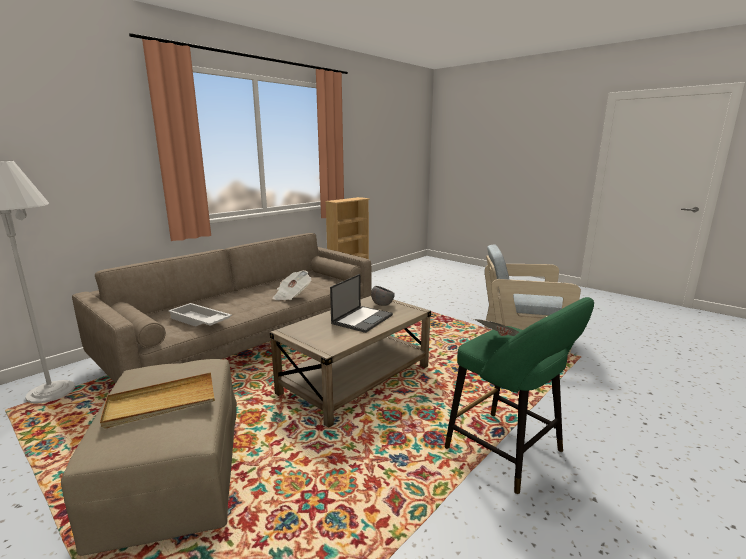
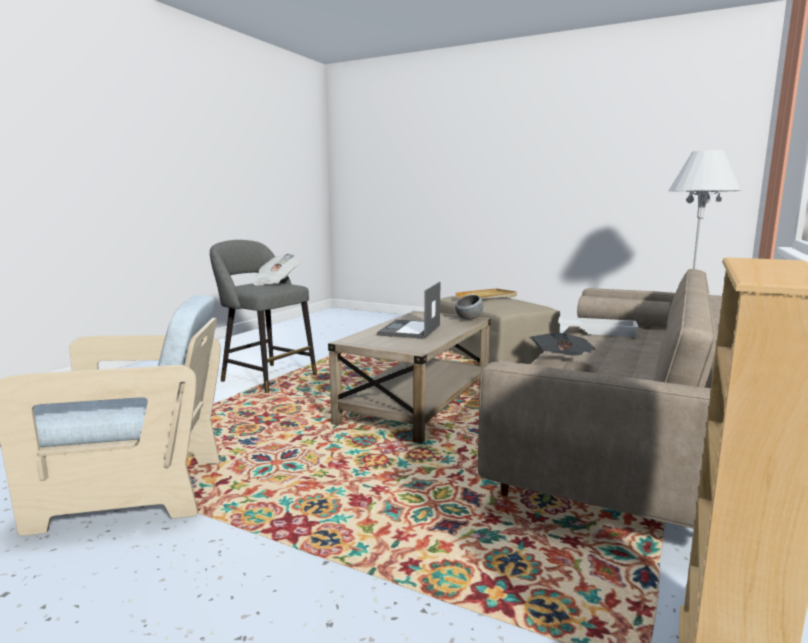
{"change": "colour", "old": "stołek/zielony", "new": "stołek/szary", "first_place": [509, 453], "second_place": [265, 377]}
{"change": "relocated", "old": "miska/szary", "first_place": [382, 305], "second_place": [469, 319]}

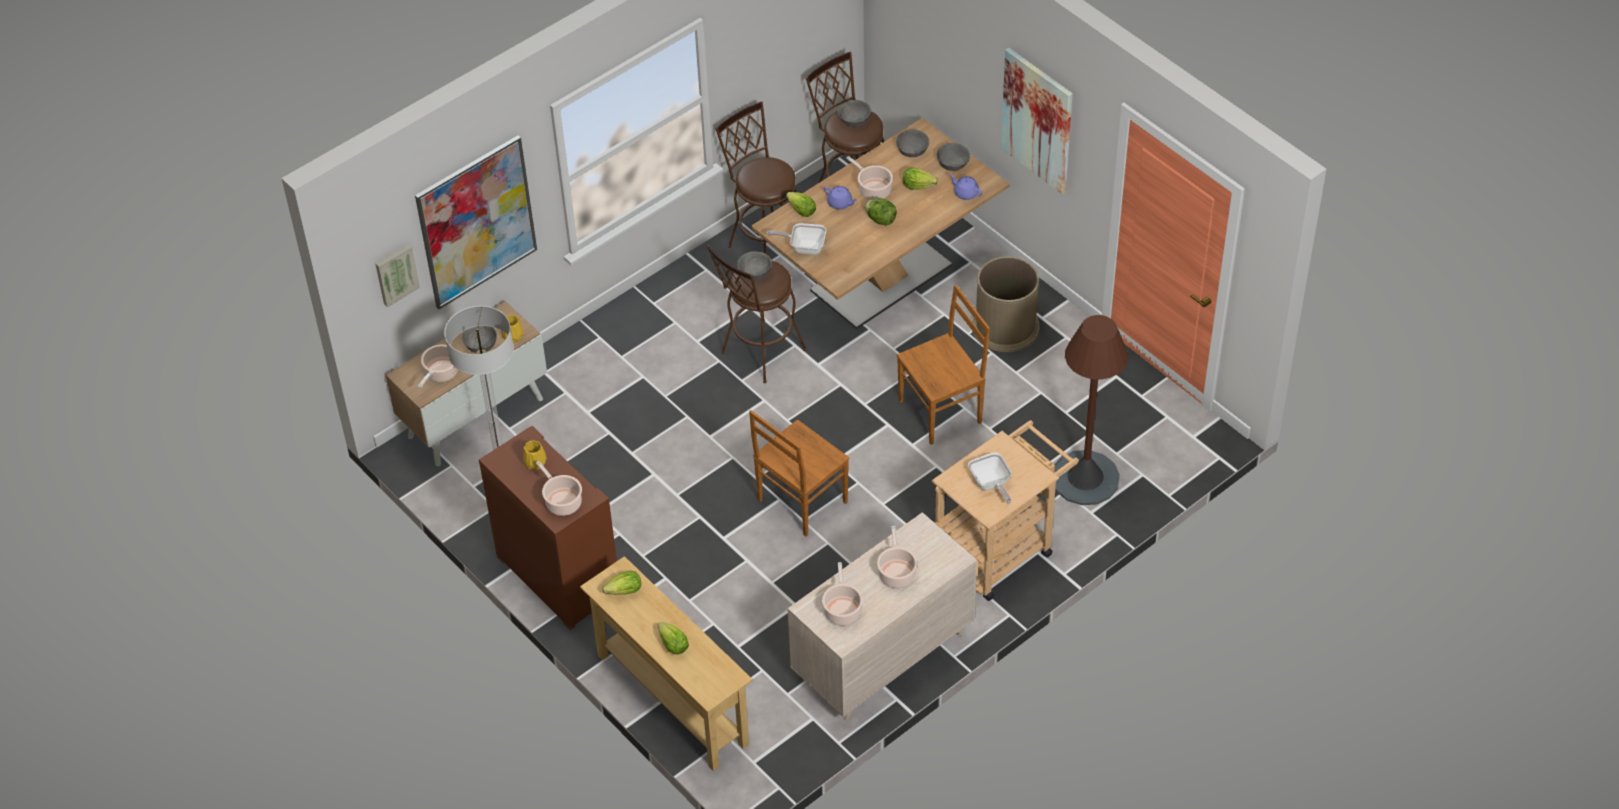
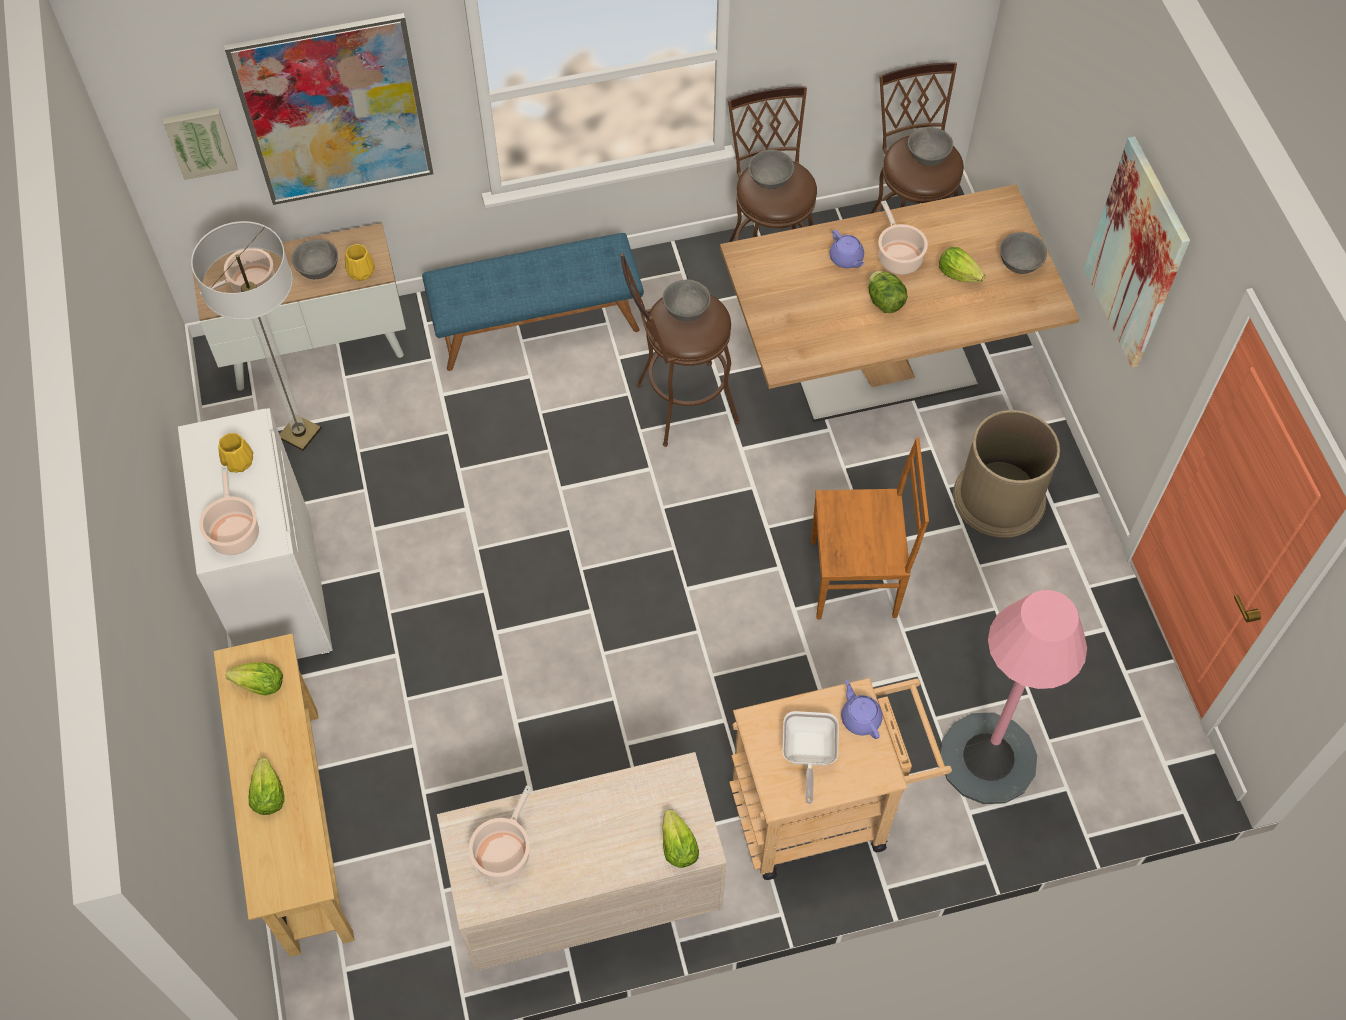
{"change": "colour", "old": "szafka/brązowy", "new": "szafka/biały", "first_place": [557, 576], "second_place": [277, 592]}
{"change": "appeared", "new": "ławka/niebieski", "second_place": [537, 324]}
{"change": "relocated", "old": "sałata", "first_place": [801, 211], "second_place": [678, 847]}
{"change": "relocated", "old": "miska/szary", "first_place": [912, 151], "second_place": [770, 179]}
{"change": "relocated", "old": "imbryk/fioletowy", "first_place": [965, 193], "second_place": [860, 718]}
{"change": "colour", "old": "lampa stojąca/brązowy", "new": "lampa stojąca/różowy", "first_place": [1085, 478], "second_place": [987, 759]}
{"change": "missing", "old": "krzesło/brązowy", "first_place": [800, 502]}
{"change": "missing", "old": "patelnia", "first_place": [804, 247]}
{"change": "missing", "old": "garnek", "first_place": [896, 573]}

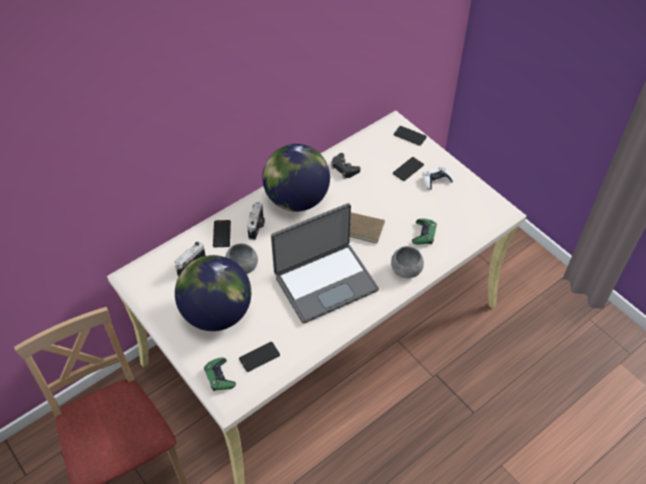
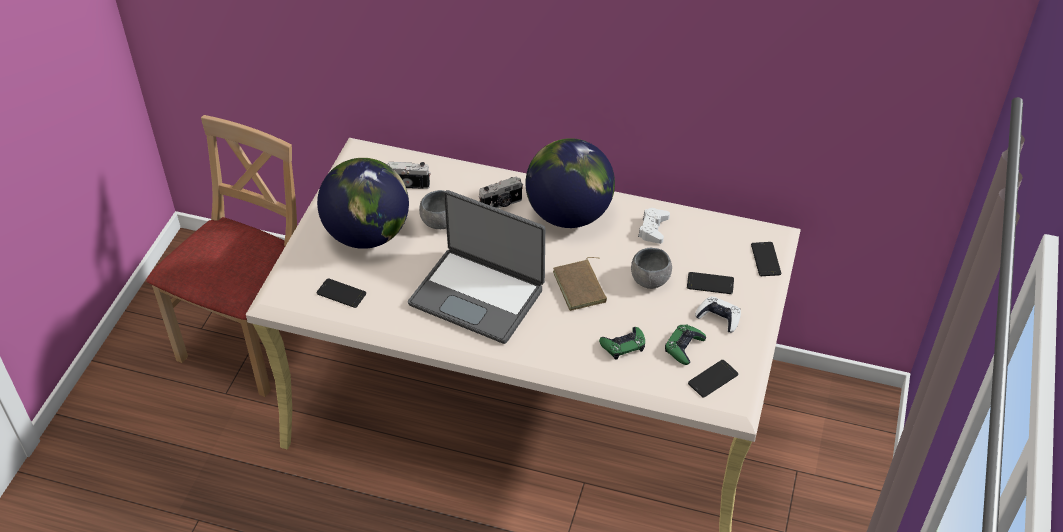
{"change": "relocated", "old": "miska/szary", "first_place": [406, 270], "second_place": [650, 279]}
{"change": "colour", "old": "pad do gier/czarny", "new": "pad do gier/biały", "first_place": [344, 168], "second_place": [653, 229]}
{"change": "relocated", "old": "pad do gier/zielony", "first_place": [219, 377], "second_place": [684, 347]}
{"change": "relocated", "old": "telefon", "first_place": [222, 234], "second_place": [713, 379]}

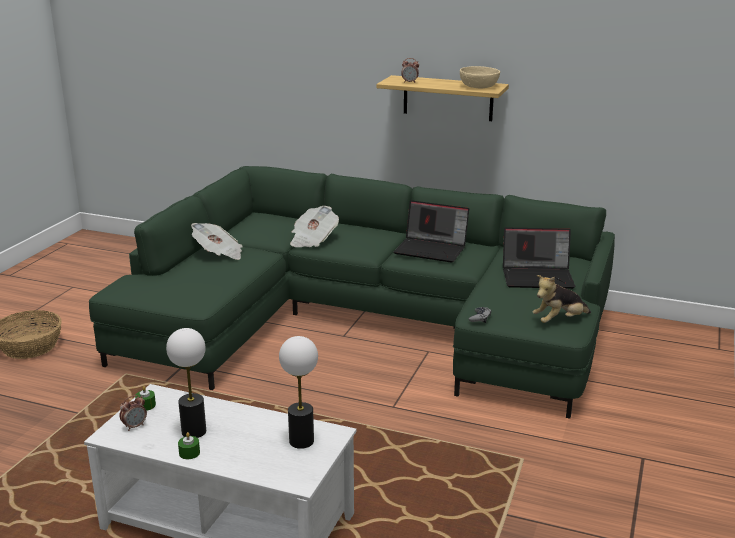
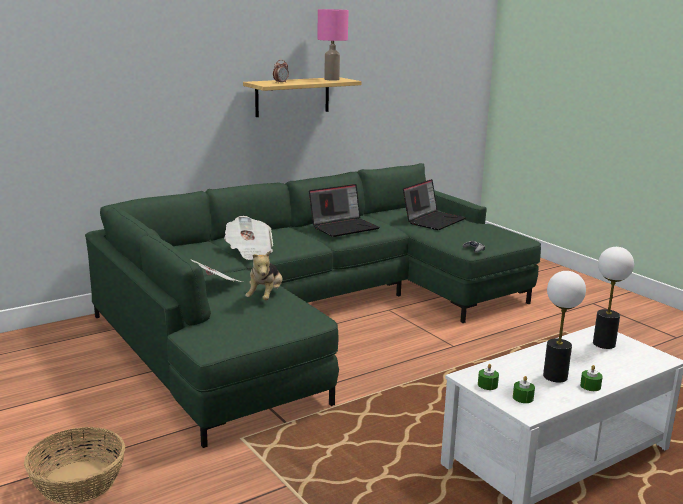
{"change": "relocated", "old": "pluszak", "first_place": [559, 321], "second_place": [265, 297]}
{"change": "exchanged", "old": "miska/beżowy", "new": "lampa stołowa/różowy", "first_place": [479, 86], "second_place": [331, 79]}
{"change": "exchanged", "old": "budzik", "new": "świeca/zielony", "first_place": [134, 426], "second_place": [523, 398]}

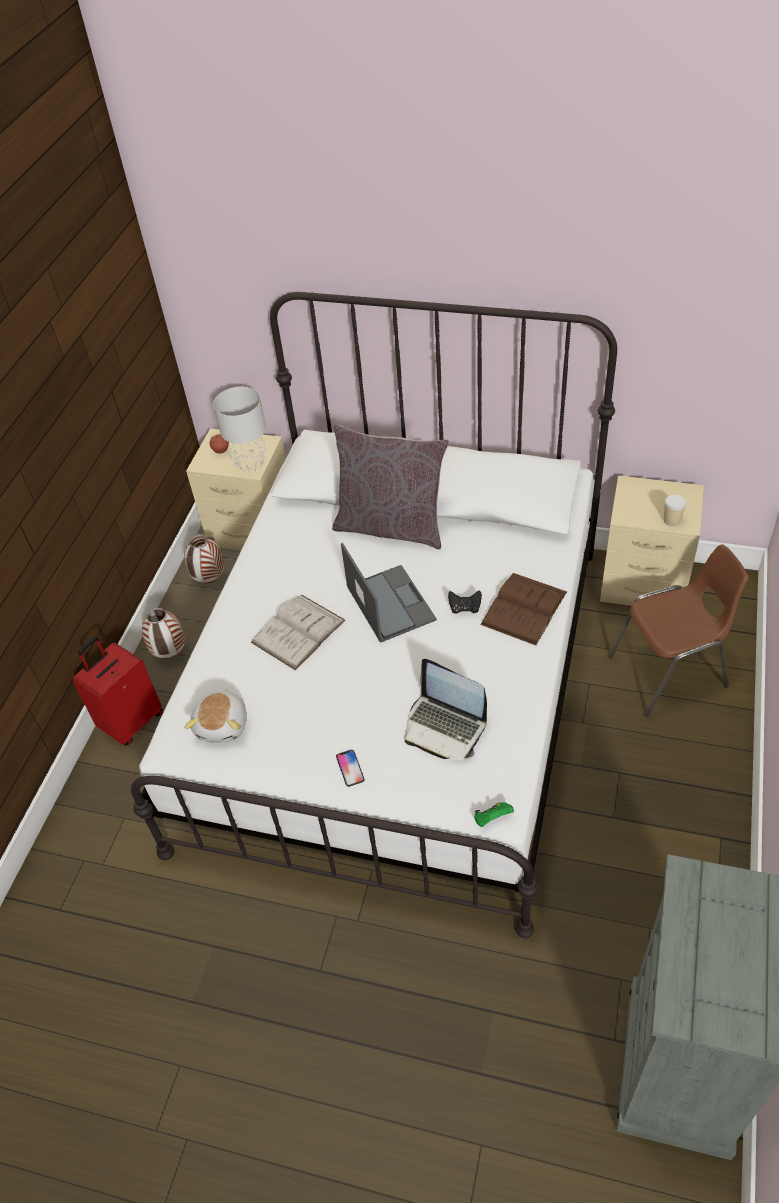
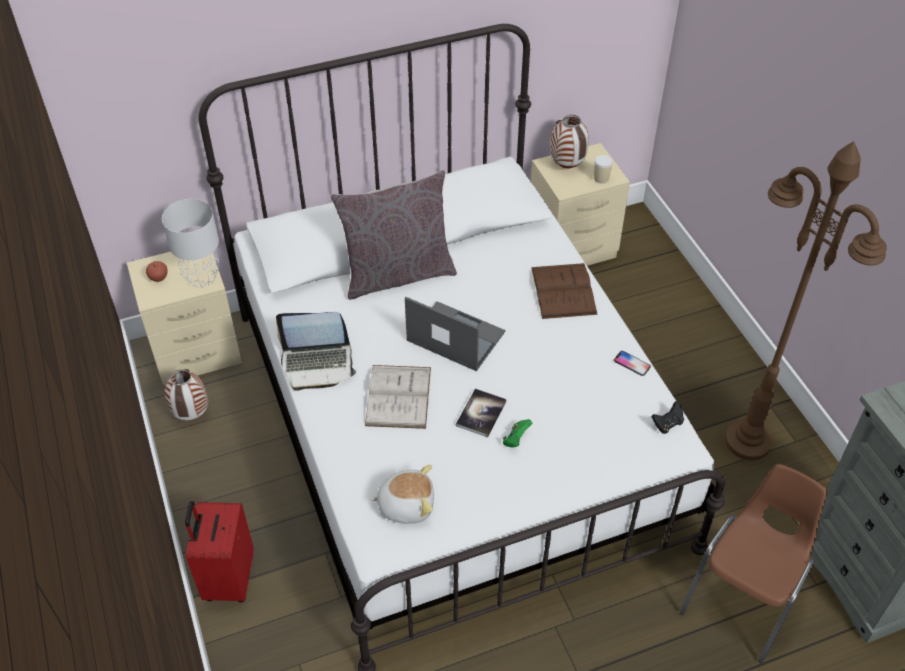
{"change": "relocated", "old": "laptop", "first_place": [444, 726], "second_place": [317, 364]}
{"change": "spun", "old": "pluszak", "first_place": [223, 724], "second_place": [406, 504], "degrees": -60}
{"change": "appeared", "new": "książka", "second_place": [481, 413]}
{"change": "relocated", "old": "pad do gier/zielony", "first_place": [492, 819], "second_place": [516, 439]}
{"change": "relocated", "old": "wazon", "first_place": [171, 654], "second_place": [567, 166]}
{"change": "relocated", "old": "telefon", "first_place": [350, 768], "second_place": [632, 364]}
{"change": "relocated", "old": "pad do gier/czarny", "first_place": [465, 608], "second_place": [667, 424]}
{"change": "relocated", "old": "krzesło/brązowy", "first_place": [669, 672], "second_place": [743, 599]}
{"change": "appeared", "new": "lampa stojąca/brązowy", "second_place": [748, 442]}

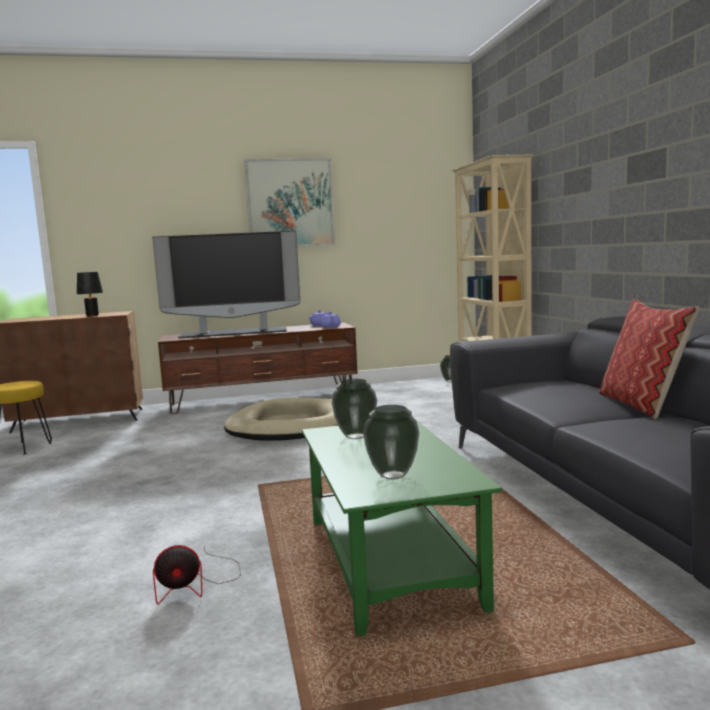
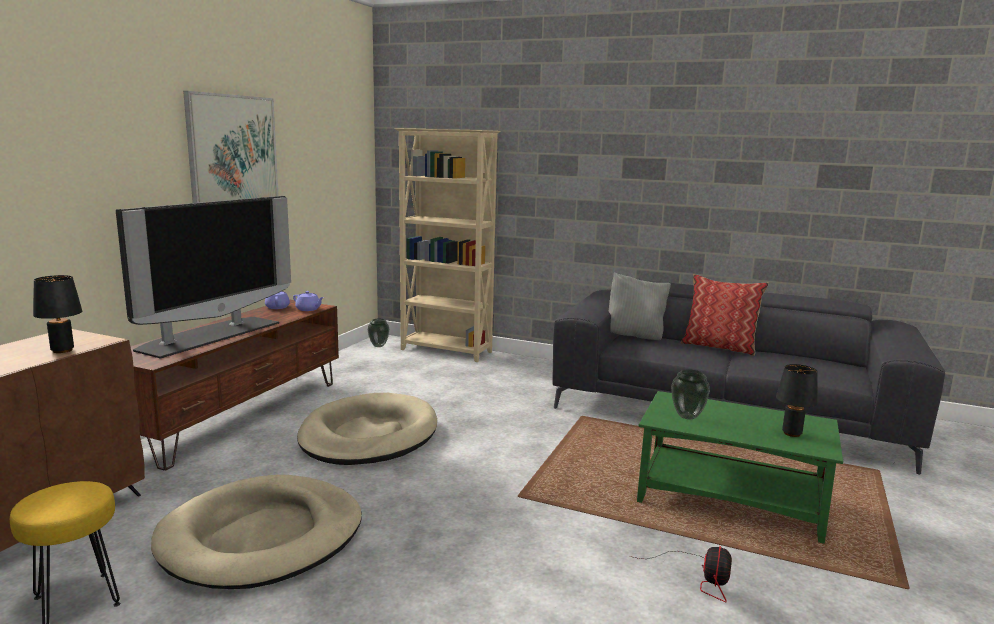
{"change": "appeared", "new": "legowisko/beżowy", "second_place": [262, 537]}
{"change": "appeared", "new": "poduszka/szary", "second_place": [635, 337]}
{"change": "exchanged", "old": "wazon", "new": "lampa stołowa/czarny", "first_place": [391, 475], "second_place": [791, 433]}

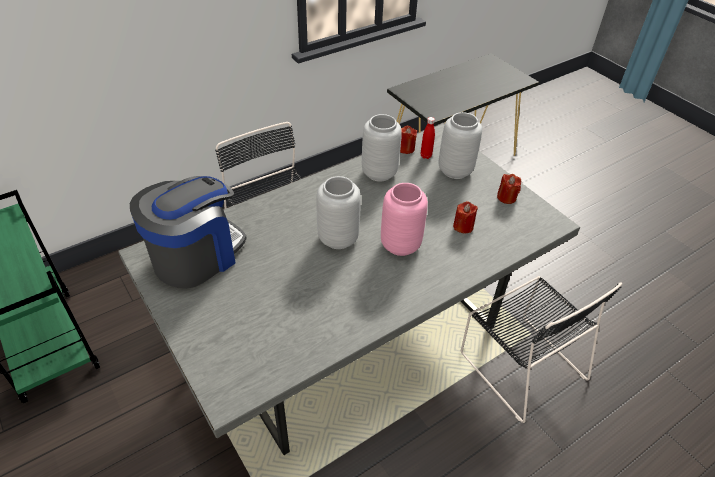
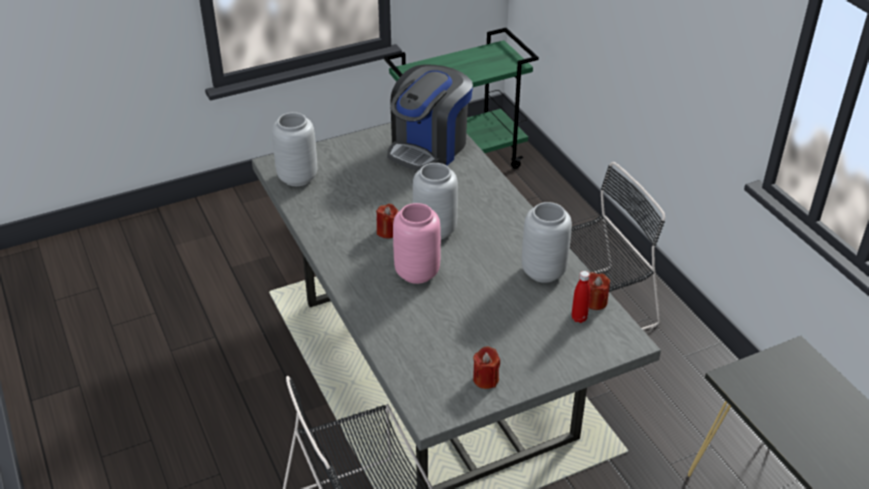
{"change": "relocated", "old": "wazon/szary", "first_place": [456, 171], "second_place": [297, 178]}
{"change": "relocated", "old": "świeca/czerwony", "first_place": [463, 226], "second_place": [387, 231]}
{"change": "spun", "old": "ekspres do kawy", "first_place": [197, 255], "second_place": [429, 147], "degrees": 75}

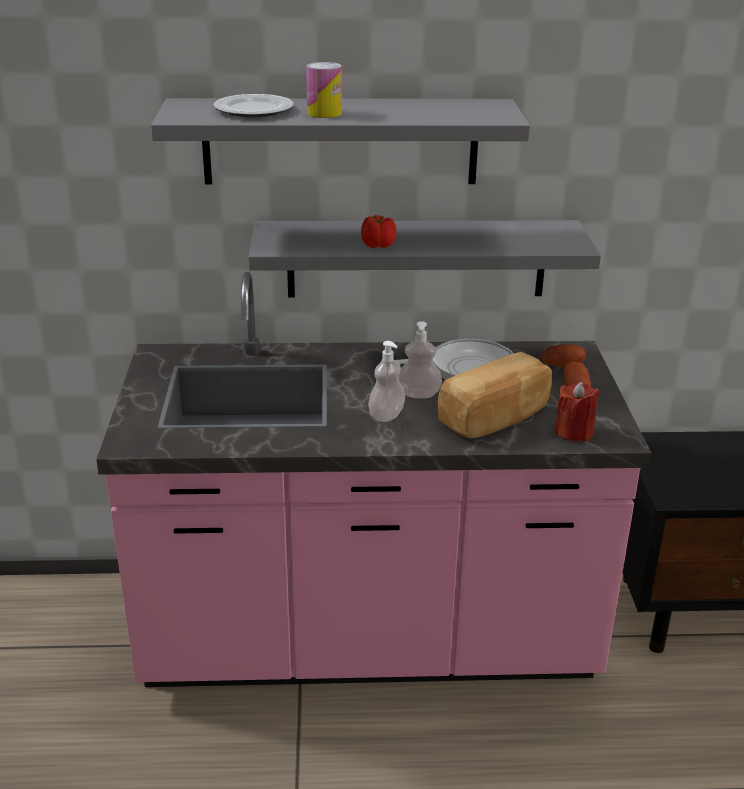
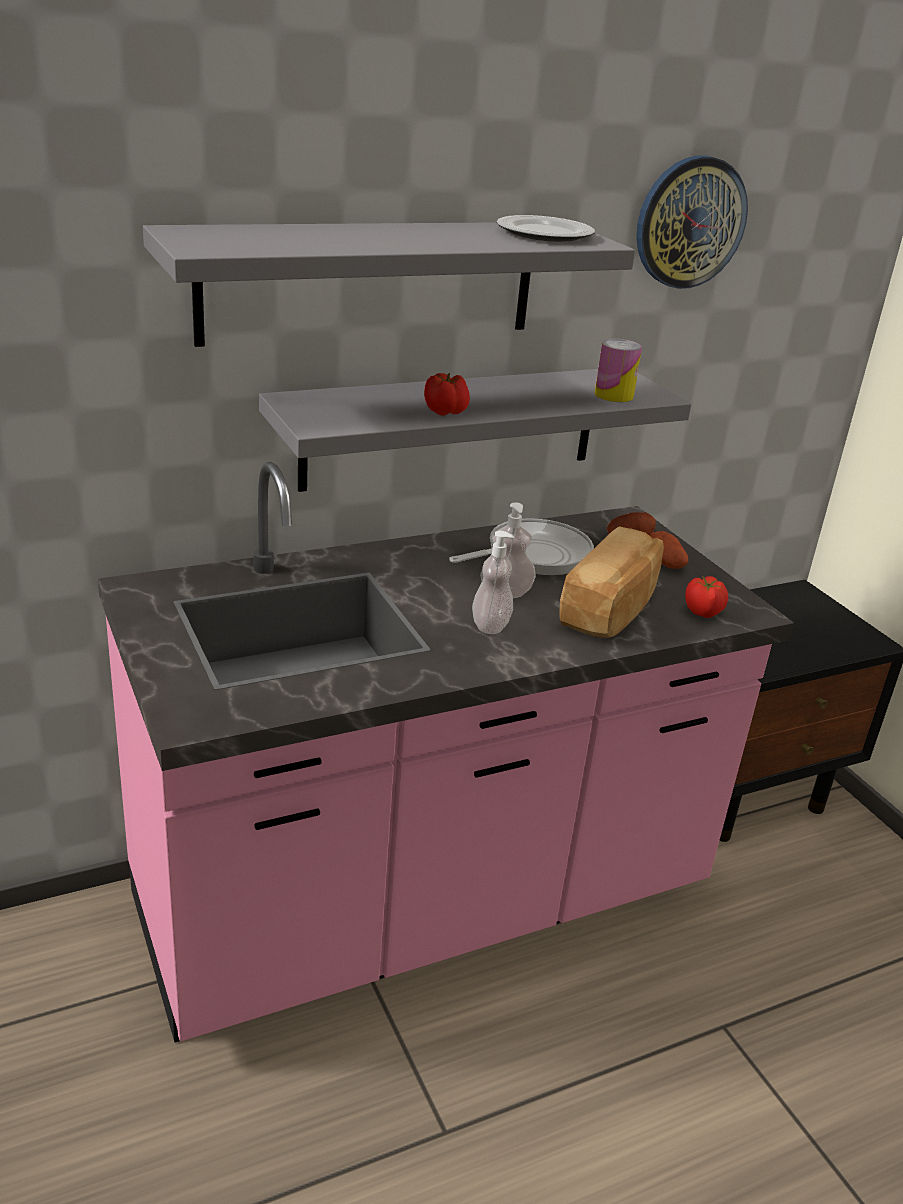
{"change": "relocated", "old": "talerz", "first_place": [254, 110], "second_place": [545, 234]}
{"change": "relocated", "old": "puszka", "first_place": [324, 113], "second_place": [613, 395]}
{"change": "appeared", "new": "zegar ścienny", "second_place": [689, 222]}
{"change": "exchanged", "old": "świeca/czerwony", "new": "pomidor", "first_place": [574, 432], "second_place": [703, 612]}

